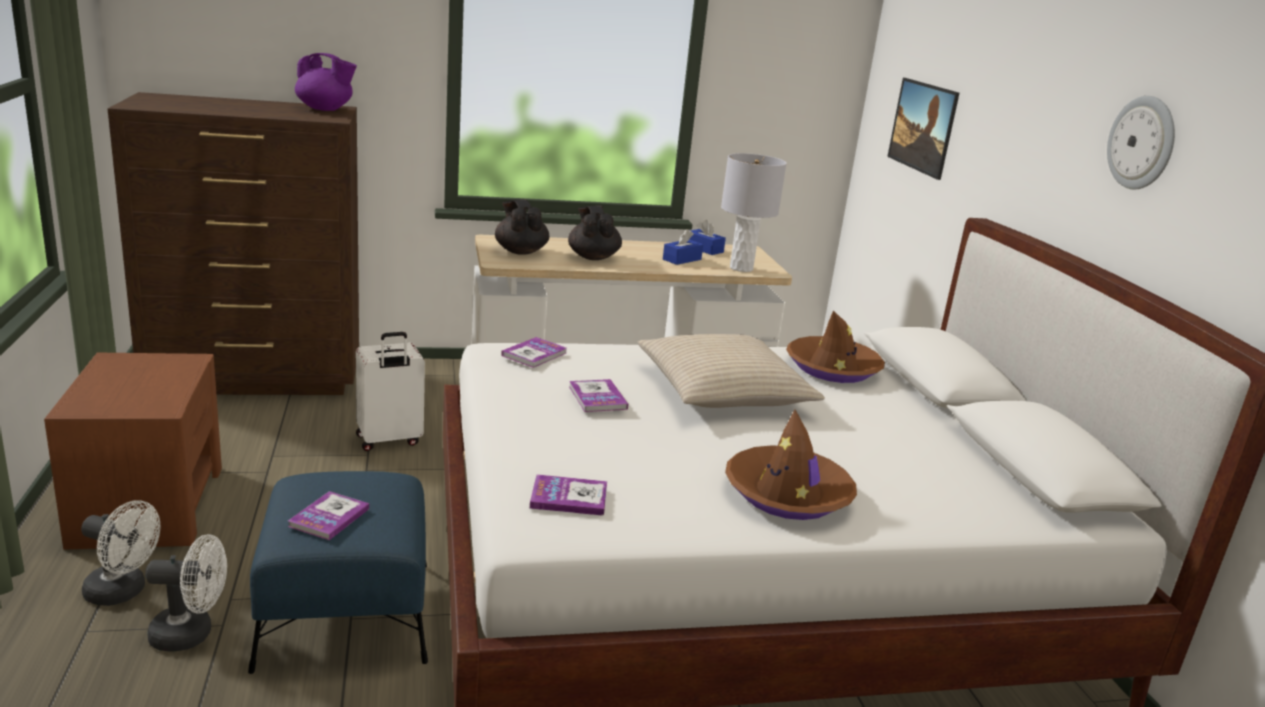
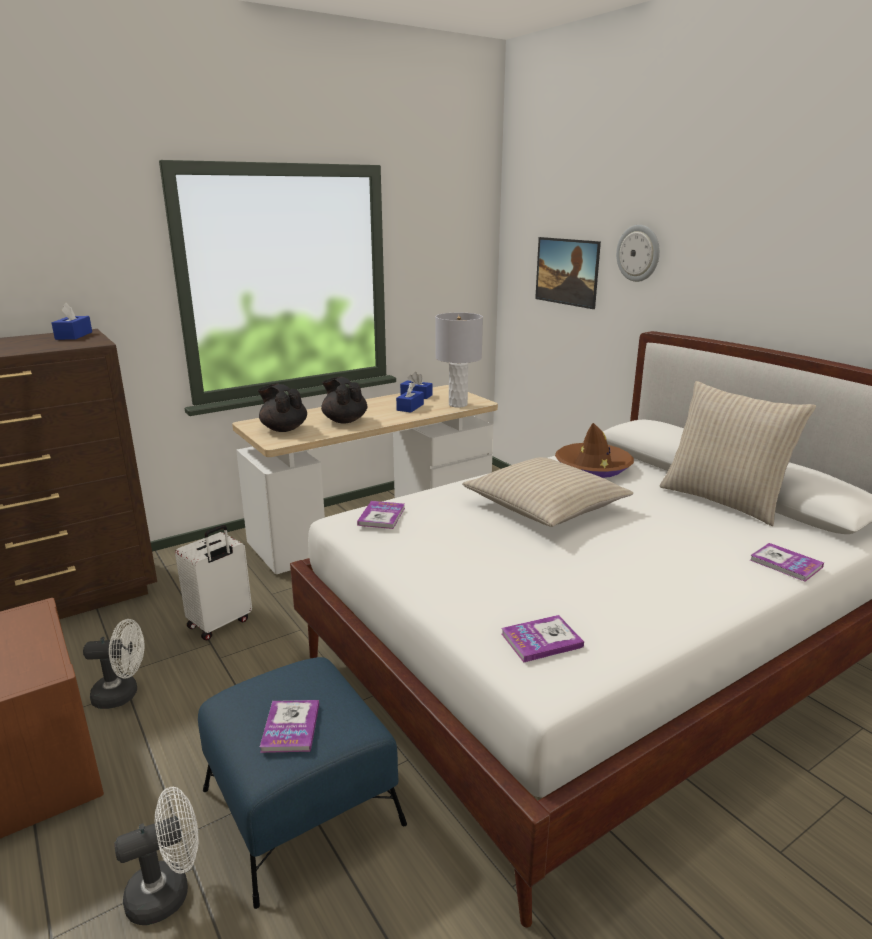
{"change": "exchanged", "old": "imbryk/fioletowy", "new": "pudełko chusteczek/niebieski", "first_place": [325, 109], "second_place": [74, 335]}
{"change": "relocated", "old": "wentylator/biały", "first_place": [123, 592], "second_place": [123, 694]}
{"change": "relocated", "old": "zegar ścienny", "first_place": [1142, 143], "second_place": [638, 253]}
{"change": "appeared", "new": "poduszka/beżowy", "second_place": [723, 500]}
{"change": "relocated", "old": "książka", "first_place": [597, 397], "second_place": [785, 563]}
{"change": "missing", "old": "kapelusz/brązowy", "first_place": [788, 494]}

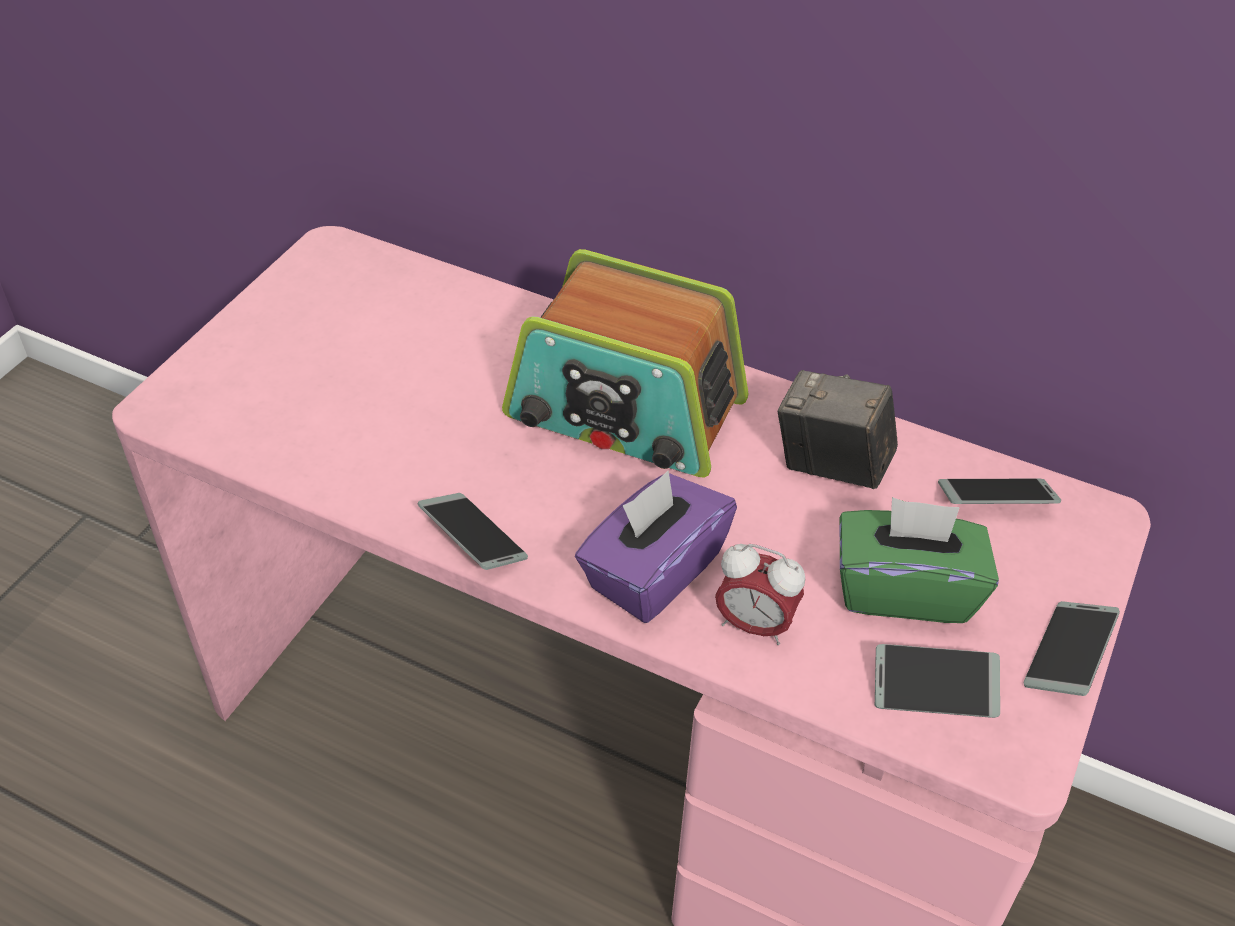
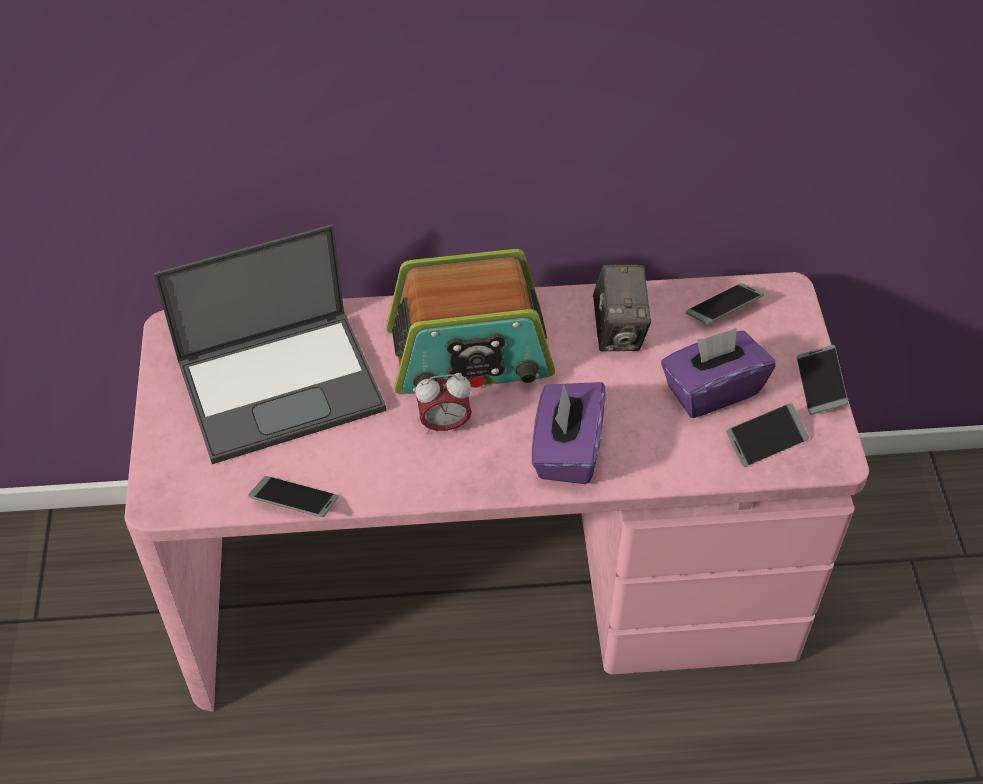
{"change": "appeared", "new": "laptop", "second_place": [283, 384]}
{"change": "relocated", "old": "telefon", "first_place": [473, 539], "second_place": [294, 501]}
{"change": "relocated", "old": "budzik", "first_place": [754, 625], "second_place": [444, 425]}
{"change": "spun", "old": "aparat fotograficzny", "first_place": [831, 465], "second_place": [618, 332], "degrees": -90}
{"change": "colour", "old": "pudełko chusteczek/zielony", "new": "pudełko chusteczek/fioletowy", "first_place": [904, 589], "second_place": [712, 390]}

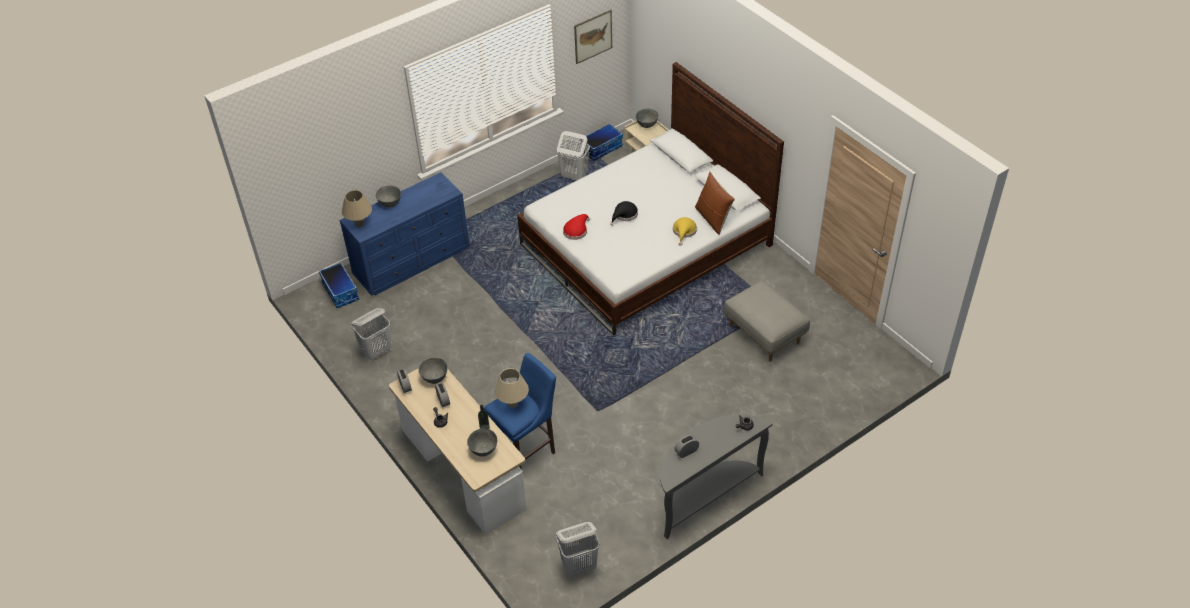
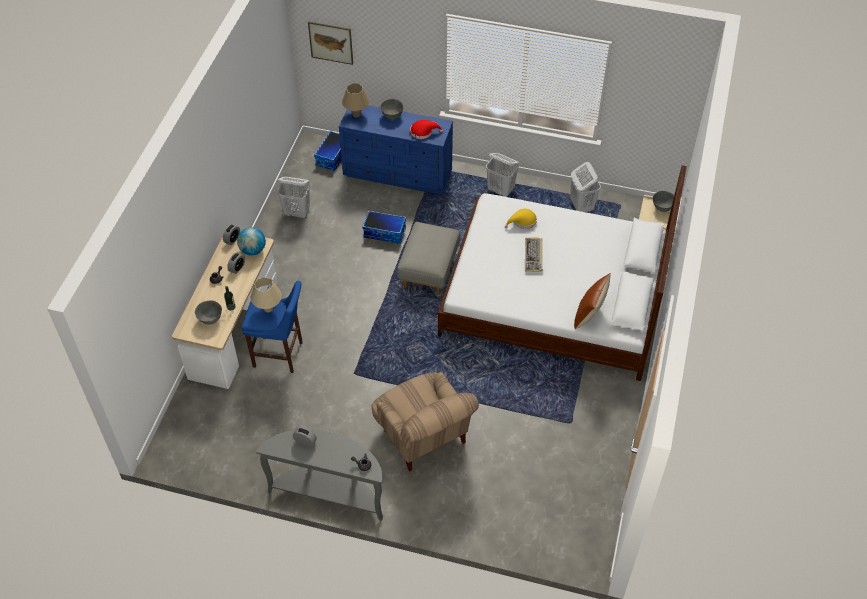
{"change": "exchanged", "old": "miska/szary", "new": "globus", "first_place": [435, 378], "second_place": [253, 250]}
{"change": "relocated", "old": "obraz", "first_place": [593, 36], "second_place": [331, 42]}
{"change": "relocated", "old": "pojemnik do przechowywania", "first_place": [601, 148], "second_place": [385, 232]}
{"change": "appeared", "new": "fotel/beżowy", "second_place": [424, 436]}
{"change": "relocated", "old": "pufa/szary", "first_place": [765, 334], "second_place": [429, 271]}
{"change": "relocated", "old": "kapelusz/czerwony", "first_place": [576, 230], "second_place": [423, 132]}
{"change": "relocated", "old": "kosz na pranie/biały", "first_place": [579, 565], "second_place": [501, 190]}
{"change": "relocated", "old": "kapelusz/żółty", "first_place": [684, 231], "second_place": [522, 221]}
{"change": "exchanged", "old": "kapelusz/czarny", "new": "klawiatura", "first_place": [624, 215], "second_place": [533, 256]}

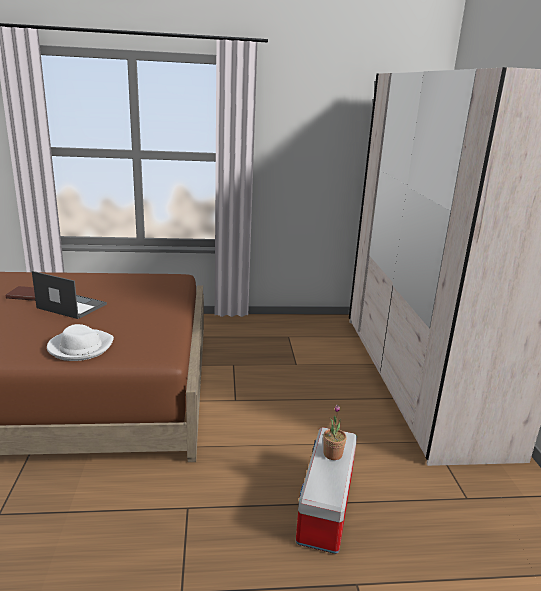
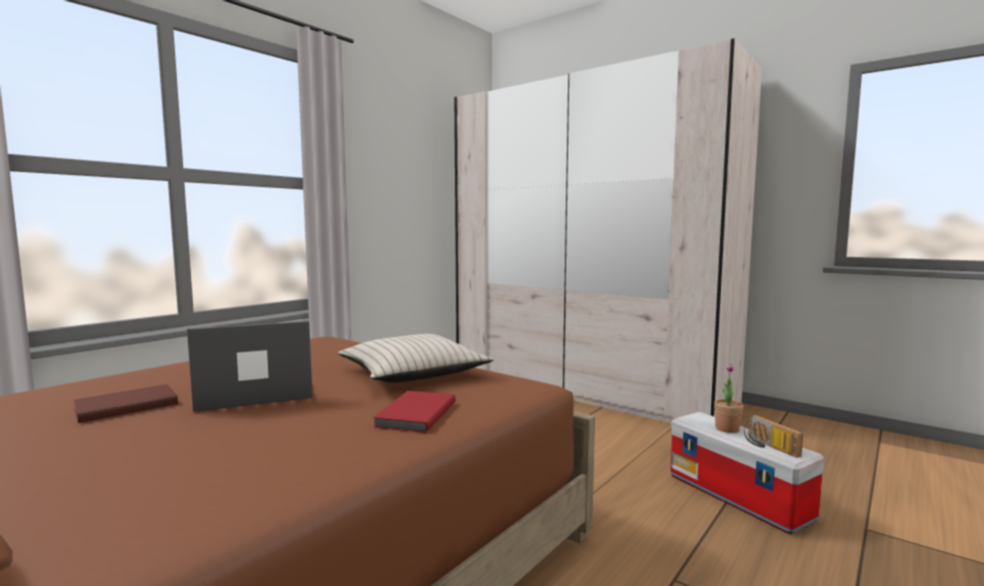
{"change": "appeared", "new": "poduszka/beżowy", "second_place": [412, 373]}
{"change": "exchanged", "old": "kapelusz/biały", "new": "książka/czerwony", "first_place": [80, 347], "second_place": [414, 414]}
{"change": "appeared", "new": "radio", "second_place": [768, 447]}

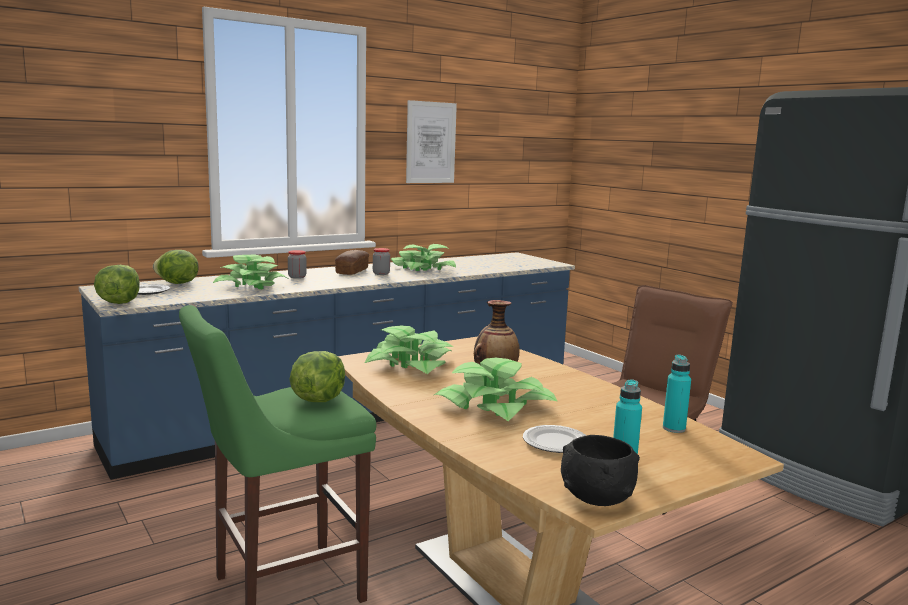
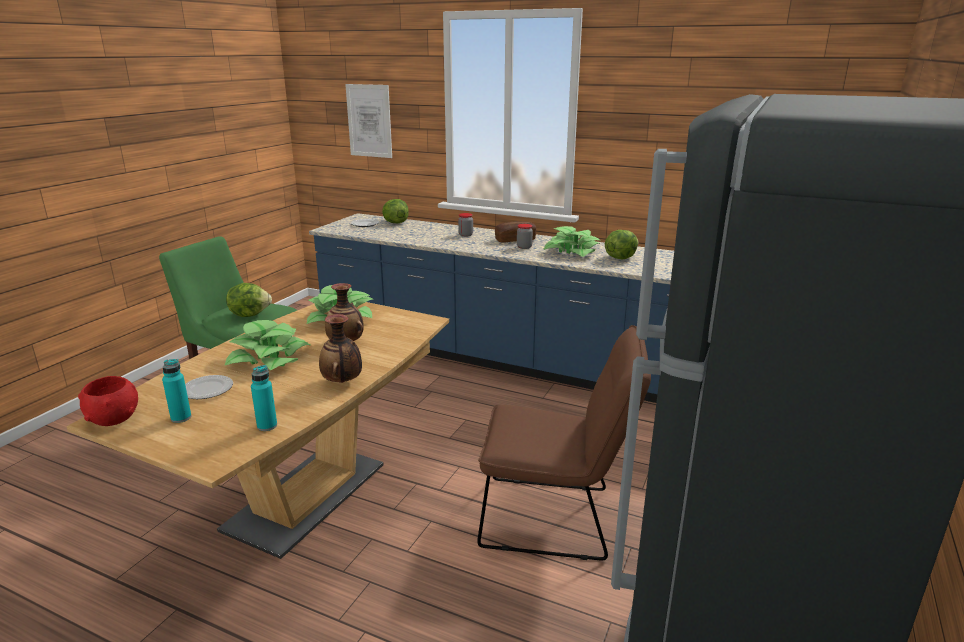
{"change": "colour", "old": "miska/czarny", "new": "miska/czerwony", "first_place": [596, 497], "second_place": [115, 418]}
{"change": "appeared", "new": "wazon", "second_place": [343, 382]}
{"change": "relocated", "old": "obraz", "first_place": [431, 142], "second_place": [369, 121]}
{"change": "relocated", "old": "sałata", "first_place": [118, 302], "second_place": [620, 257]}
{"change": "missing", "old": "roślina doniczkowa", "first_place": [251, 285]}

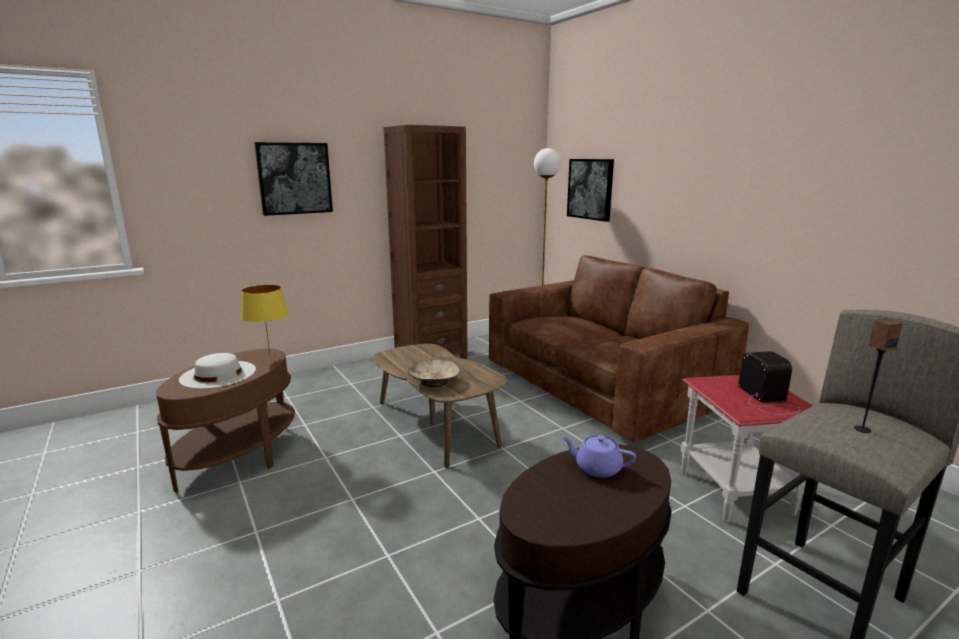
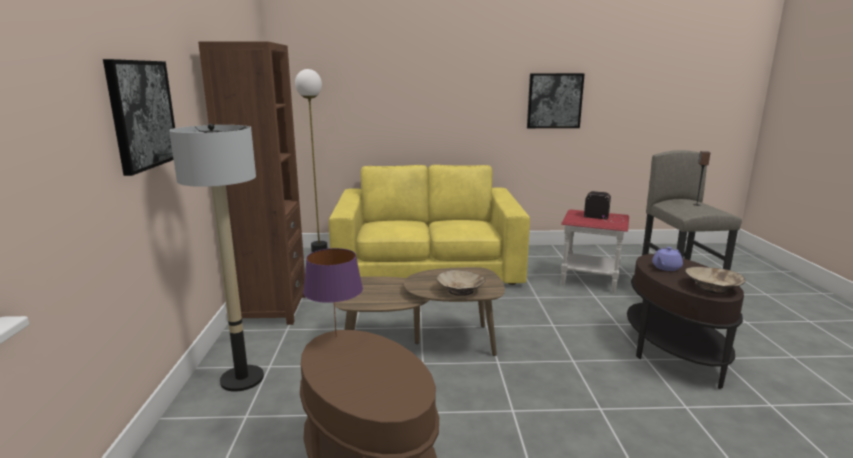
{"change": "appeared", "new": "lampa stojąca", "second_place": [242, 379]}
{"change": "colour", "old": "lampa stołowa/żółty", "new": "lampa stołowa/fioletowy", "first_place": [269, 353], "second_place": [335, 337]}
{"change": "colour", "old": "kanapa/brązowy", "new": "kanapa/żółty", "first_place": [602, 384], "second_place": [428, 266]}
{"change": "relocated", "old": "obraz", "first_place": [590, 189], "second_place": [554, 101]}
{"change": "appeared", "new": "miska/beżowy", "second_place": [712, 288]}
{"change": "missing", "old": "kapelusz/biały", "first_place": [218, 374]}

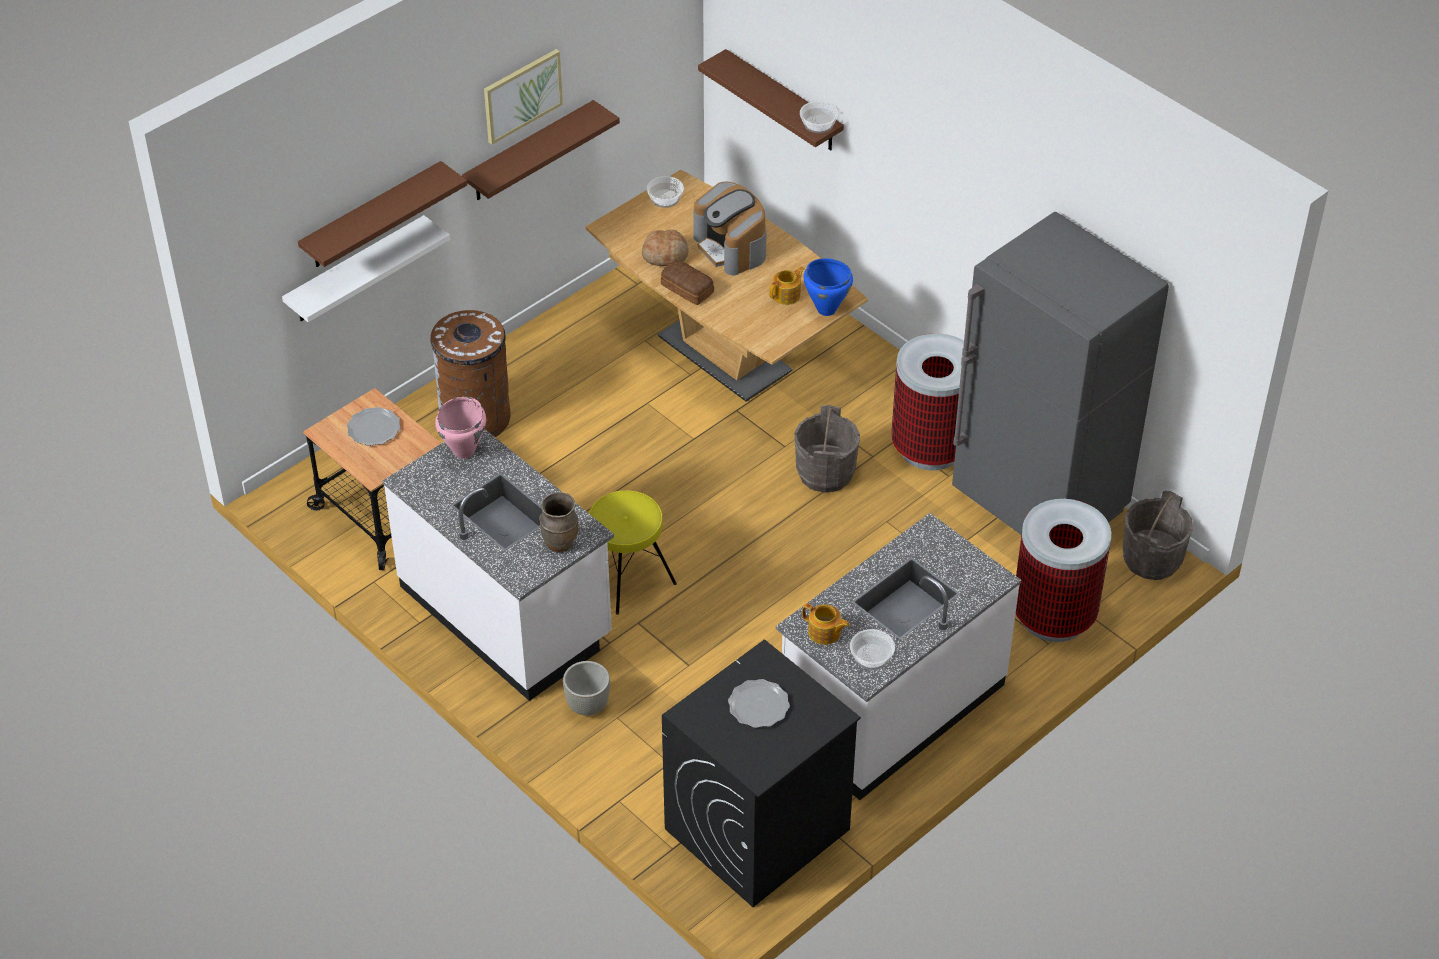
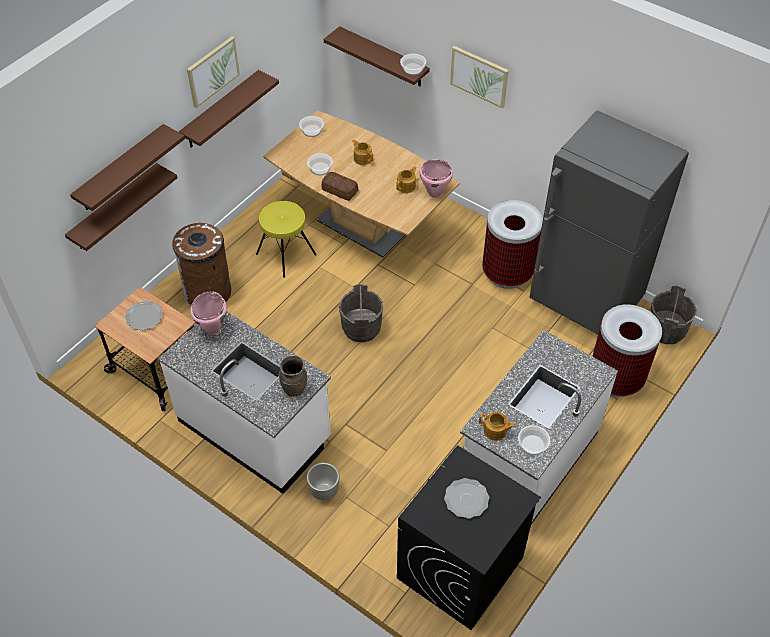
{"change": "colour", "old": "półka/biały", "new": "półka/brązowy", "first_place": [356, 270], "second_place": [114, 208]}
{"change": "relocated", "old": "stołek/żółty", "first_place": [626, 576], "second_place": [285, 254]}
{"change": "exchanged", "old": "chleb", "new": "miska", "first_place": [665, 254], "second_place": [320, 168]}
{"change": "relocated", "old": "wiadro/szary", "first_place": [825, 473], "second_place": [361, 328]}
{"change": "exchanged", "old": "ekspres do kawy", "new": "imbryk", "first_place": [731, 247], "second_place": [362, 158]}
{"change": "colour", "old": "garnek/niebieski", "new": "garnek/różowy", "first_place": [826, 309], "second_place": [434, 193]}
{"change": "appeared", "new": "obraz", "second_place": [479, 76]}

